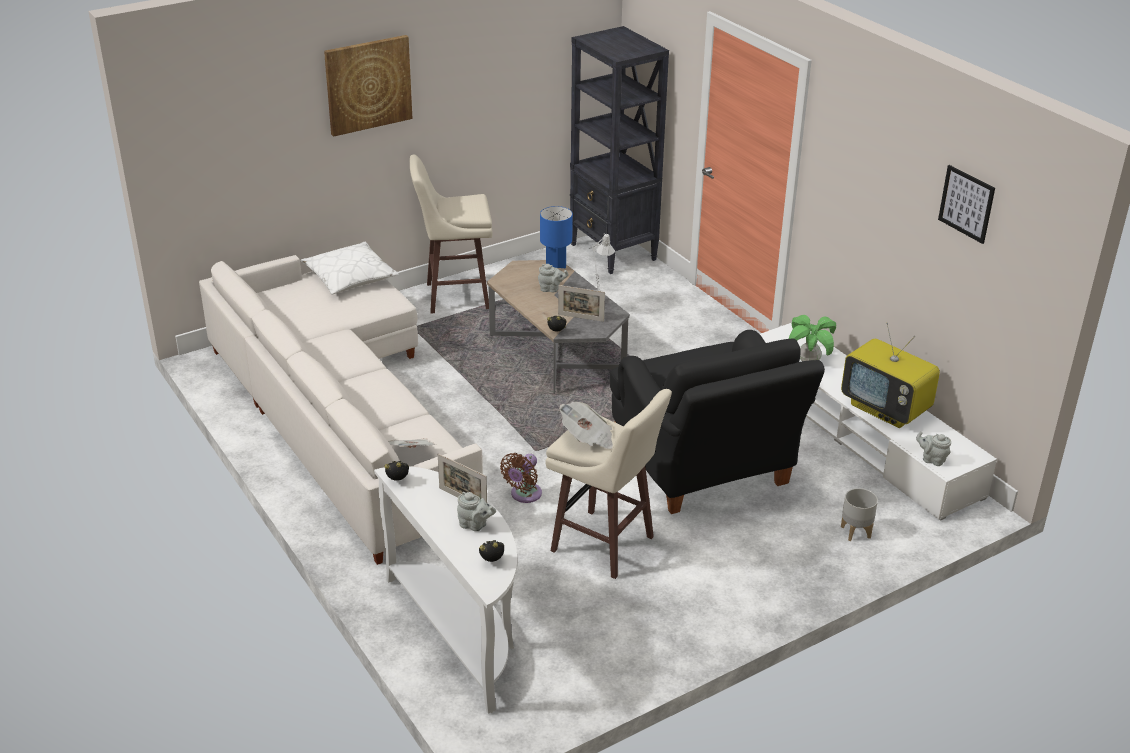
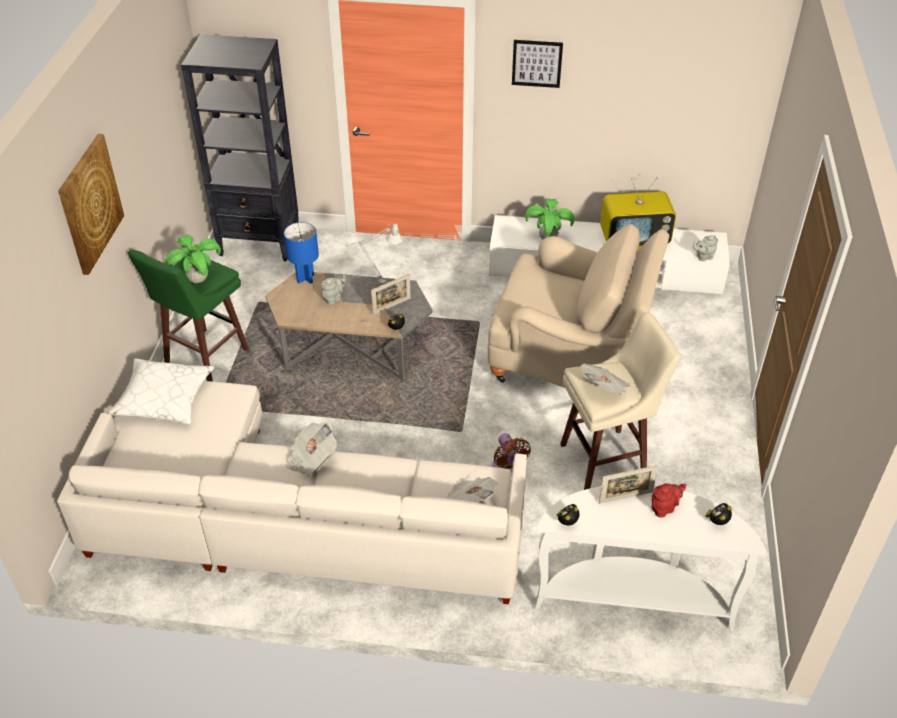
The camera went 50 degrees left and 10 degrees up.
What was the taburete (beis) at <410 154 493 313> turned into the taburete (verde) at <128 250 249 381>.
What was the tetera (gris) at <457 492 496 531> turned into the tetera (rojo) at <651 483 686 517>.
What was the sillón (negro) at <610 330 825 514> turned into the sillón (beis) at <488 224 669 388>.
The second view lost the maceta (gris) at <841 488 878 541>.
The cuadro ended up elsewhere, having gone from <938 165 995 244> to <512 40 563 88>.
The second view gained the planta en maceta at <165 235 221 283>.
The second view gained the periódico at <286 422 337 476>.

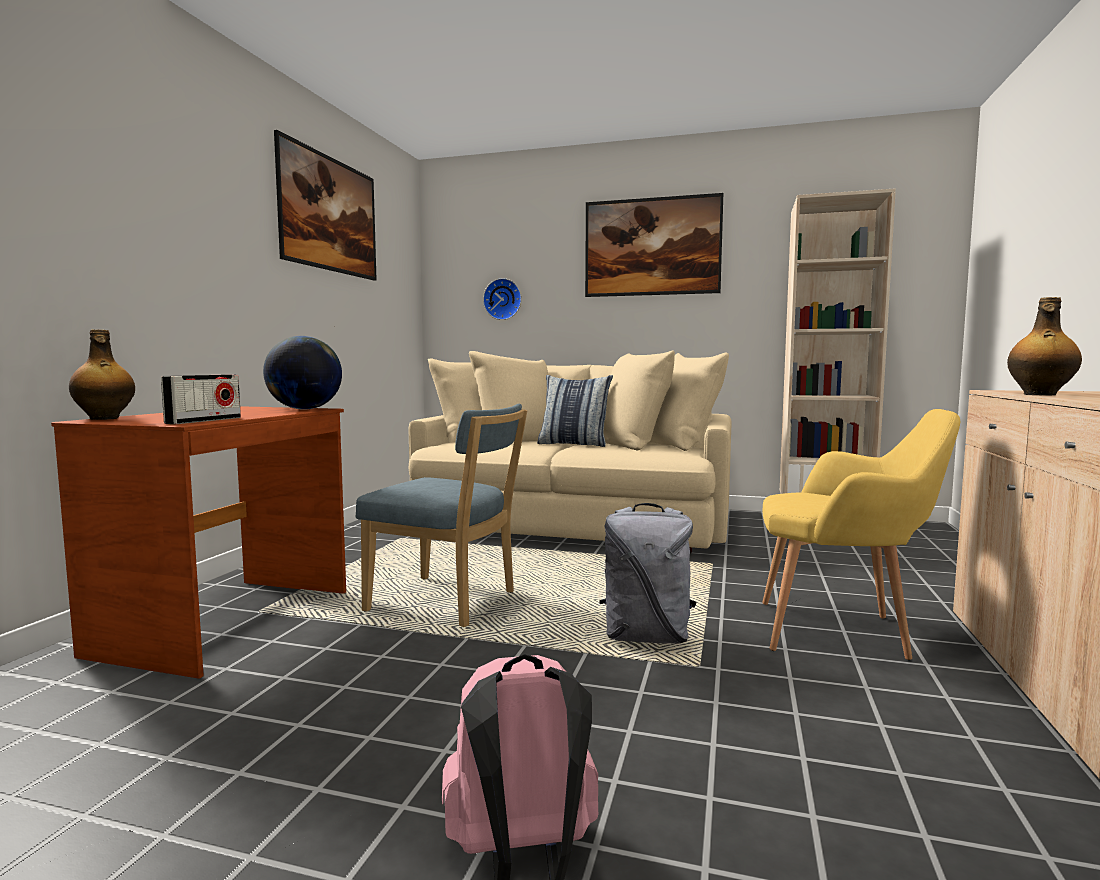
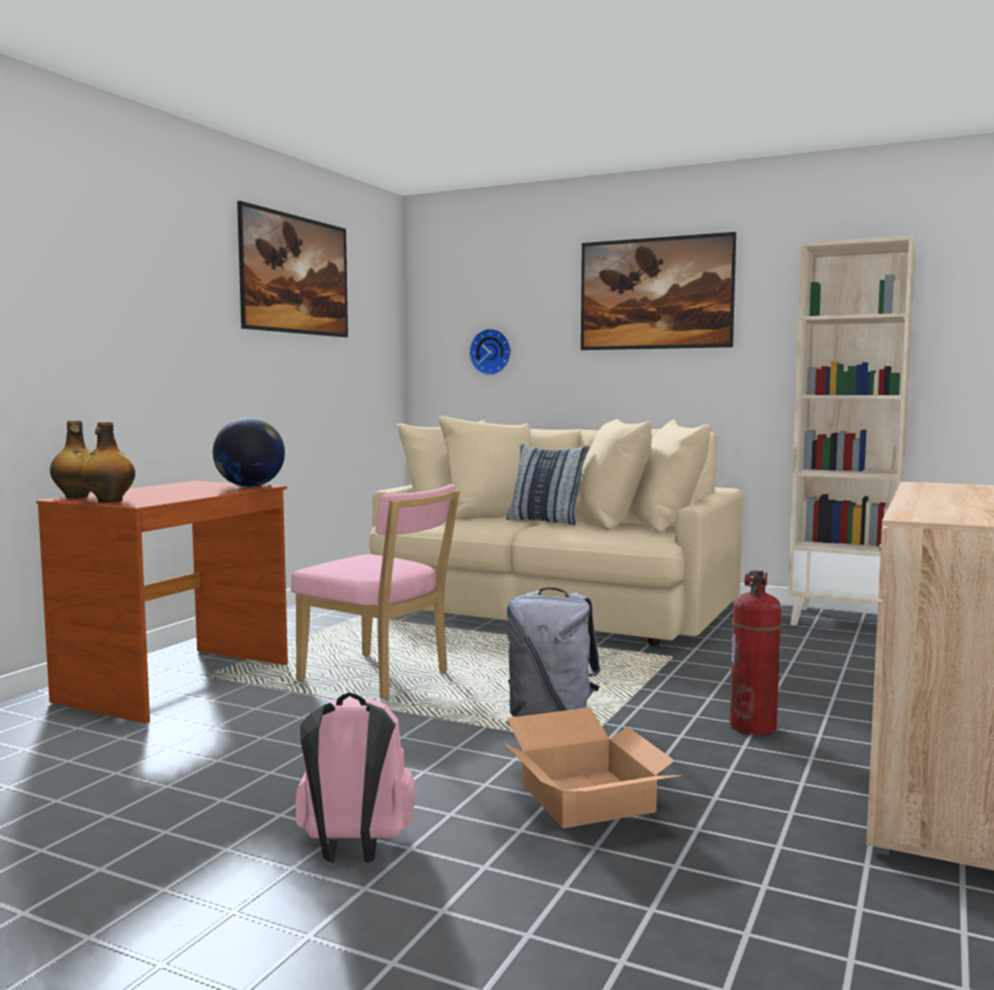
The camera went 10 degrees right and 0 degrees up.
The second view lost the radio at <161 375 241 425>.
What was the silla (azul) at <356 404 527 627> turned into the silla (rosa) at <291 484 460 699>.
Where the sillón (amarillo) stood at <762 409 960 660>, the extintor came to stand at <730 570 781 735>.
The botella ended up elsewhere, having gone from <1007 297 1082 395> to <81 422 135 502>.
The second view gained the caja de cartón at <504 707 683 829>.

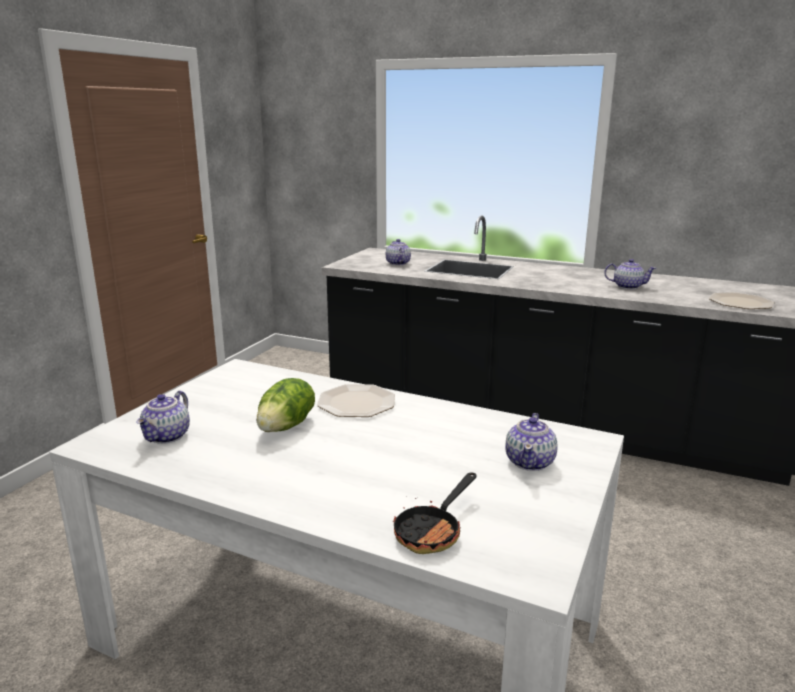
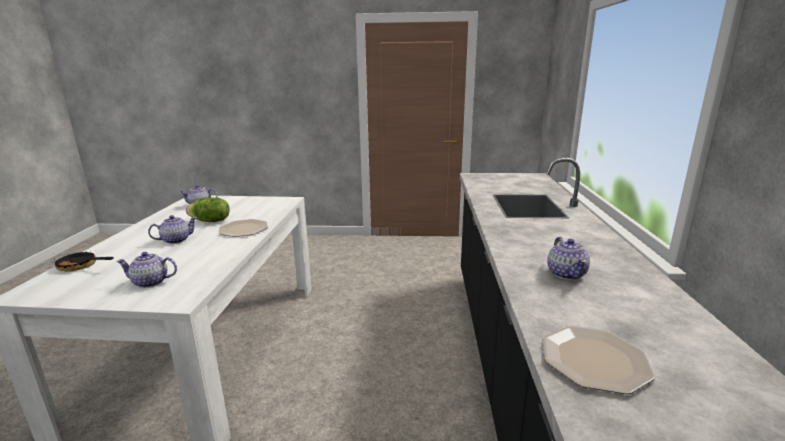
The camera went 70 degrees right and 0 degrees up.
The tetera ended up elsewhere, having gone from <386 239 411 265> to <148 215 197 244>.

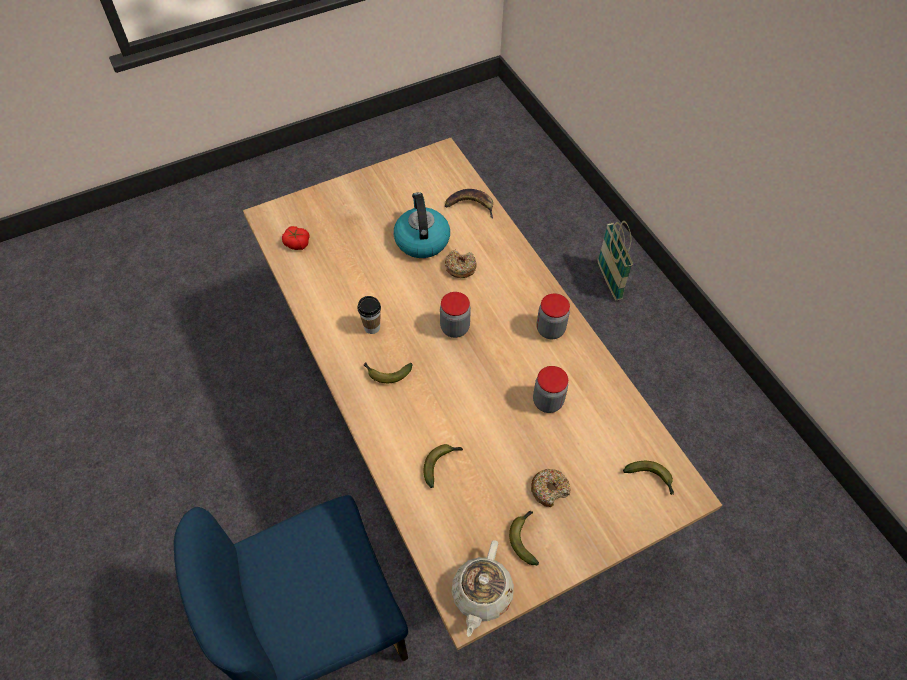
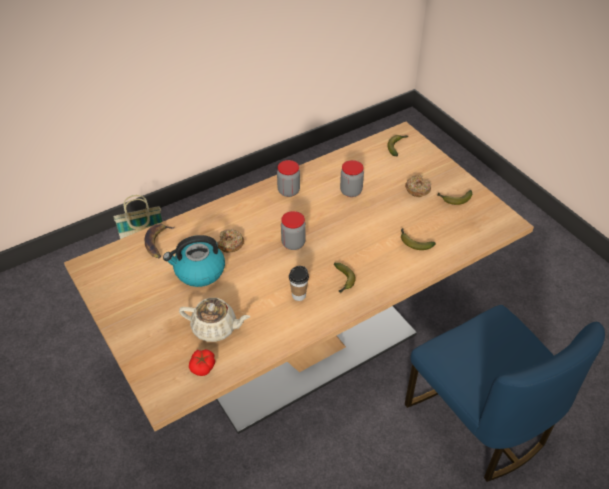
The camera went 95 degrees left and 10 degrees down.
The tetera (beis) ended up elsewhere, having gone from <451 540 514 637> to <179 298 250 342>.

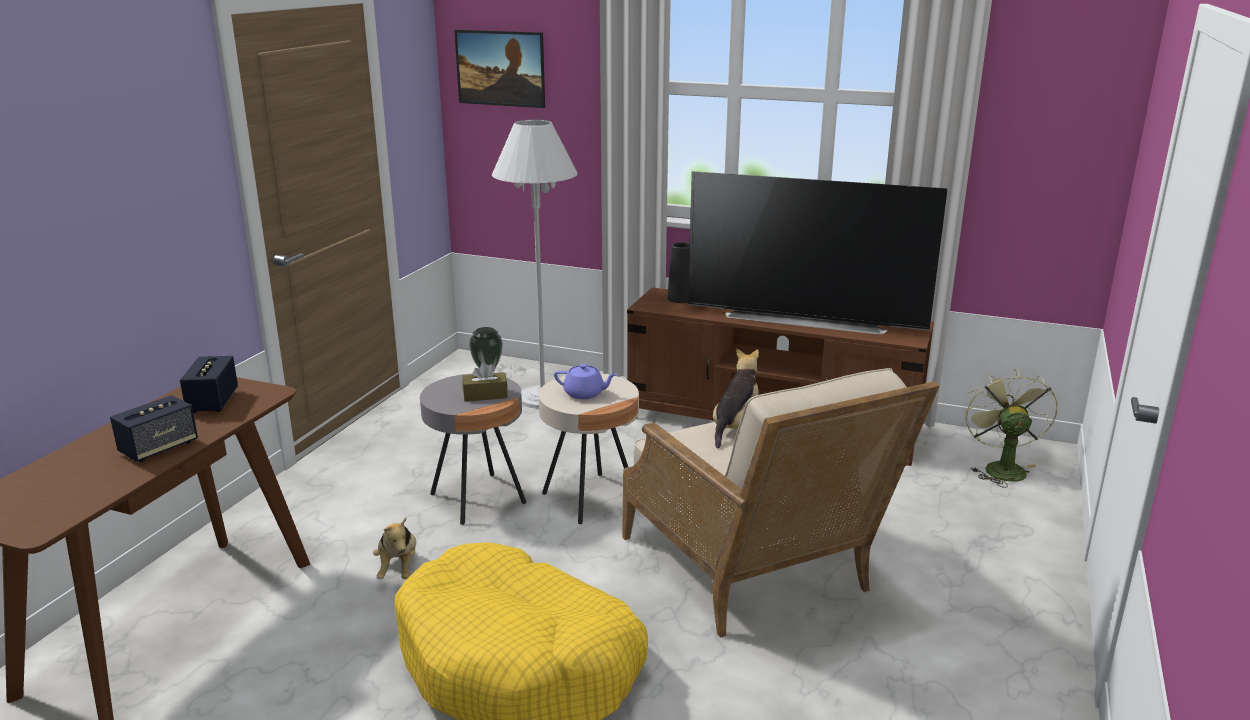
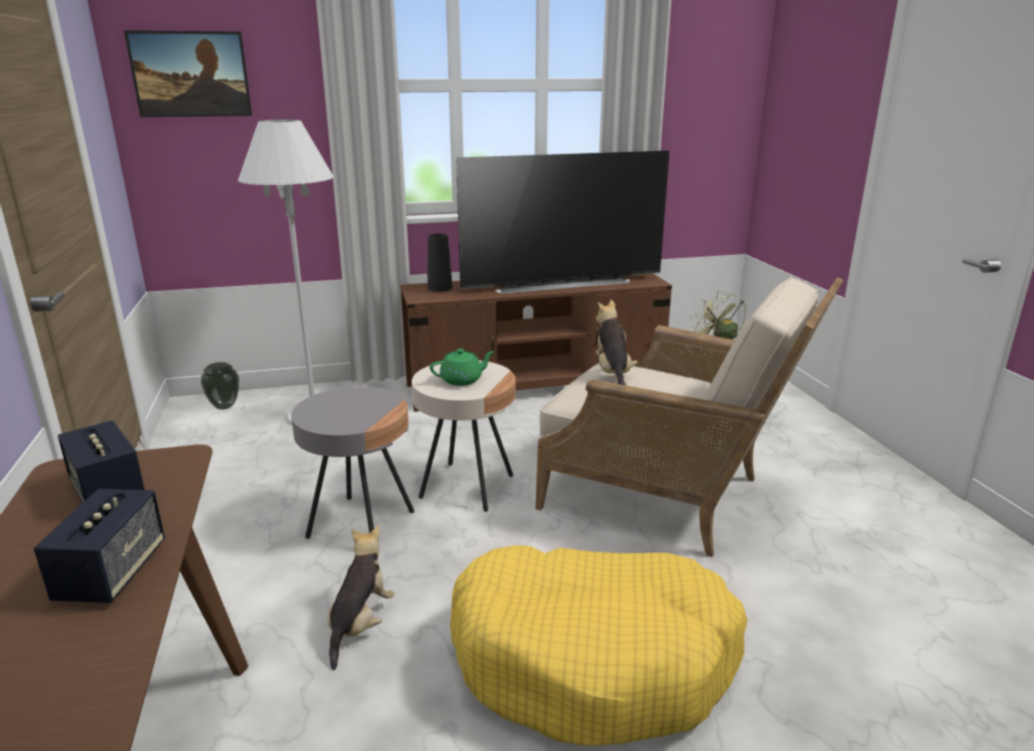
The camera went 35 degrees left and 0 degrees up.
The peluche at <373 517 416 579> ended up facing another way, 120 degrees counterclockwise from before.
The second view lost the caja de pañuelos (marrón) at <462 362 508 402>.
What was the tetera (morado) at <554 364 617 399> turned into the tetera (verde) at <430 349 495 386>.

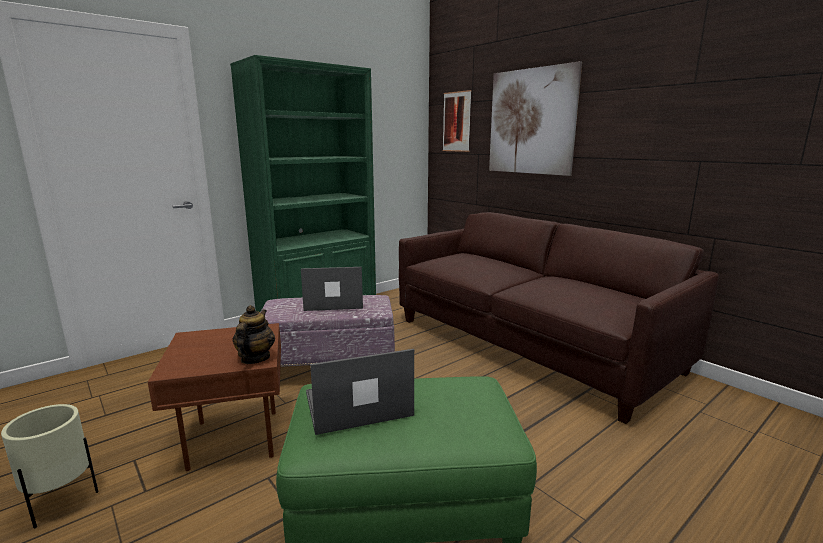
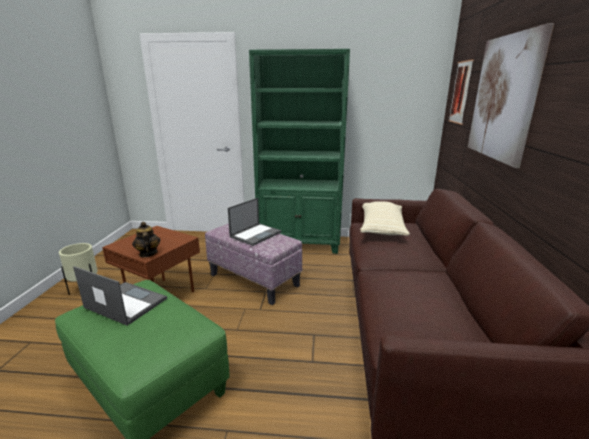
The camera went 45 degrees right and 5 degrees up.
The tetera at <233 305 275 364> ended up facing another way, 75 degrees counterclockwise from before.
The portátil at <301 267 363 311> ended up facing another way, 90 degrees clockwise from before.
The second view gained the cojín (beis) at <360 201 410 236>.

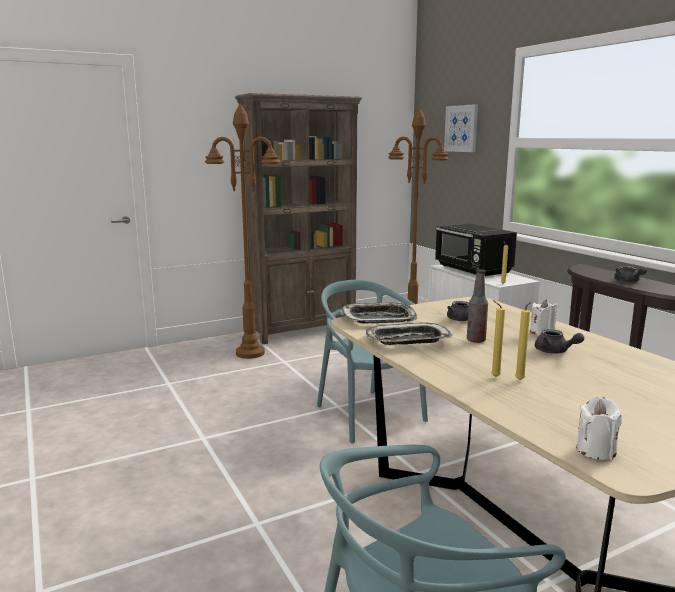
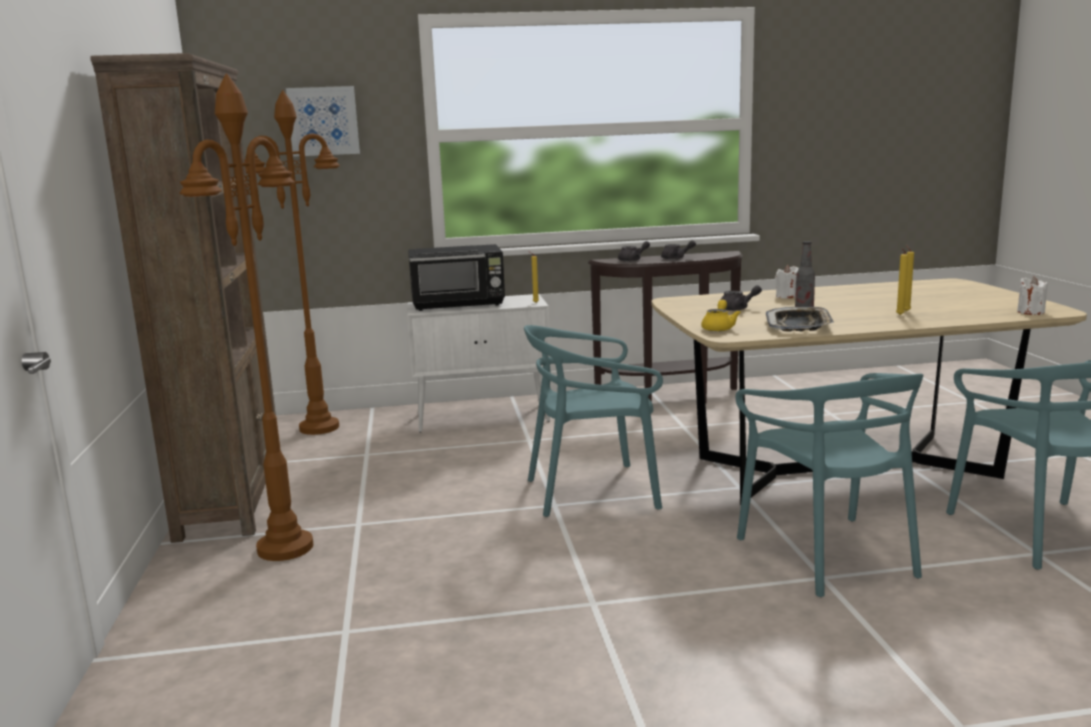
The camera went 70 degrees left and 0 degrees up.
Where the bandeja stood at <340 302 417 324>, the tetera (amarillo) came to stand at <701 300 741 332>.
The tetera (gris) ended up elsewhere, having gone from <535 329 584 354> to <618 241 650 262>.
The second view gained the silla (turquesa) at <736 373 923 597>.

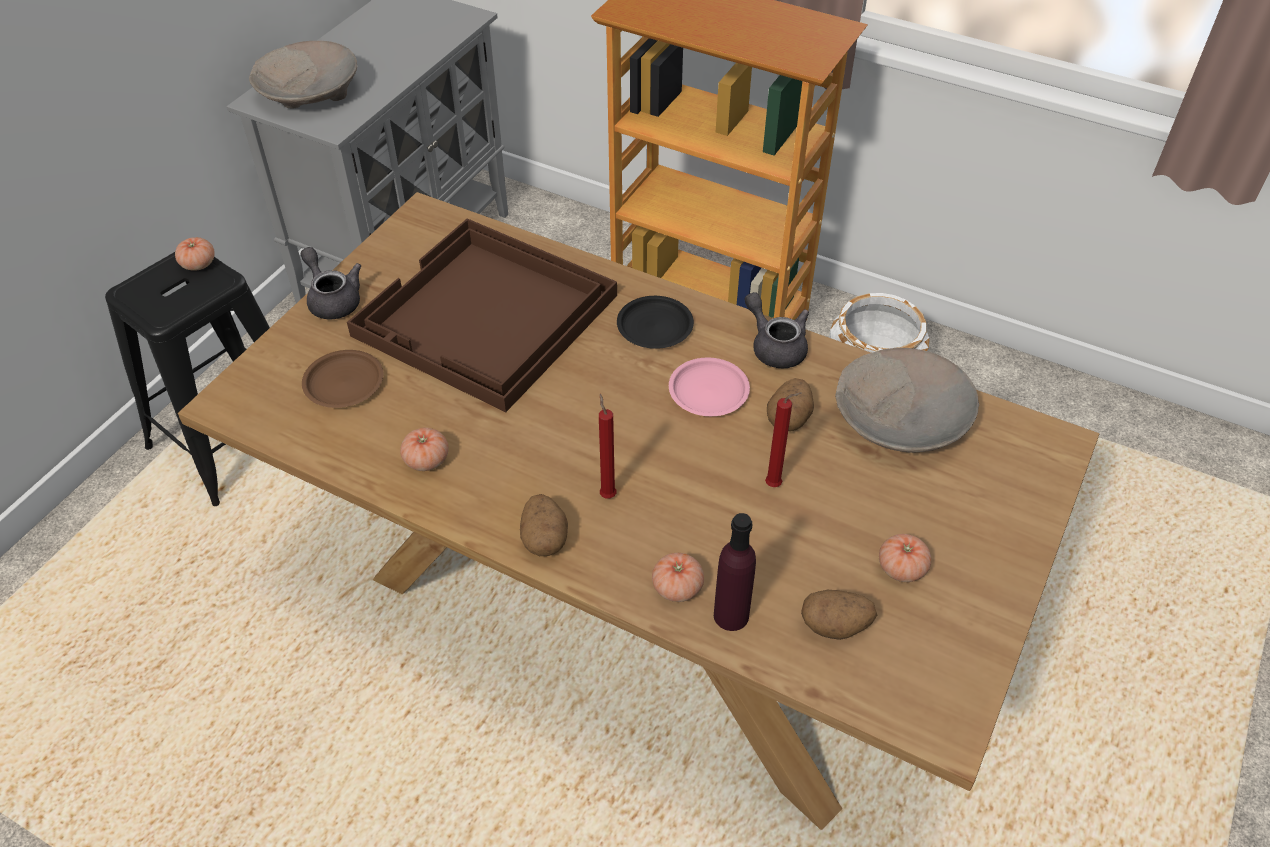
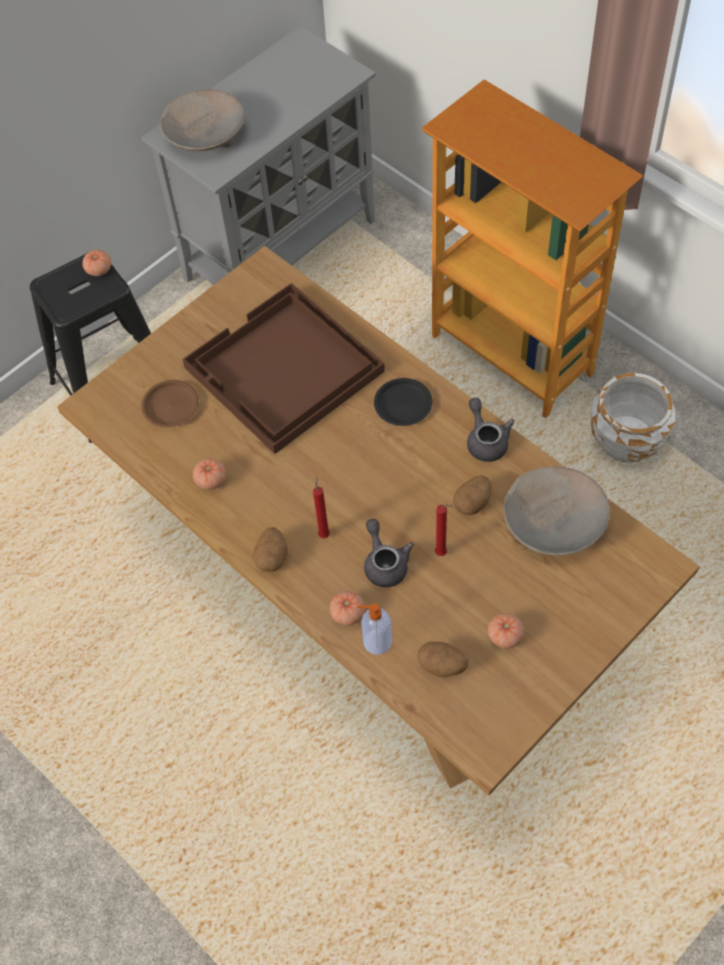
The camera went 20 degrees right and 10 degrees up.
The tetera (gris) ended up elsewhere, having gone from <301 247 361 319> to <364 519 414 587>.
The second view lost the plato (rosa) at <669 357 750 416>.
Where the botella (morado) stood at <714 513 756 631>, the dispensador de jabón came to stand at <357 603 392 655>.

